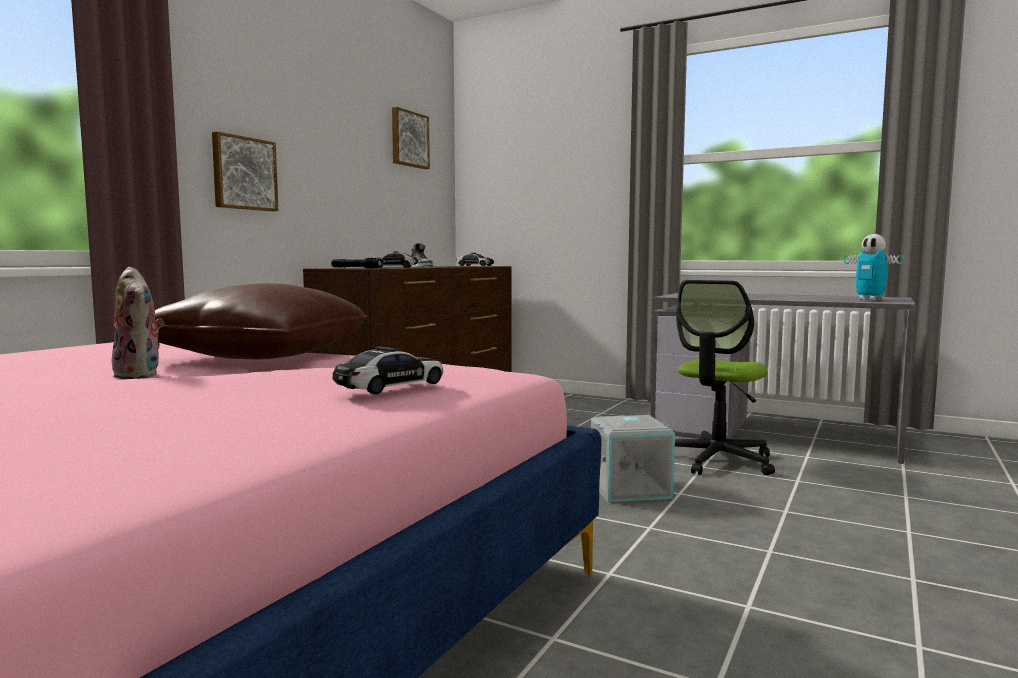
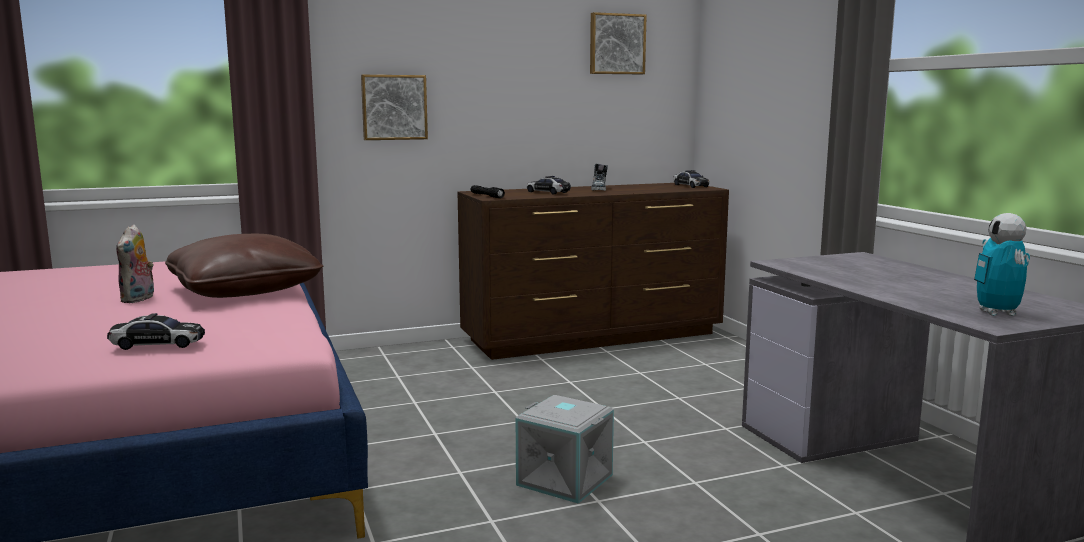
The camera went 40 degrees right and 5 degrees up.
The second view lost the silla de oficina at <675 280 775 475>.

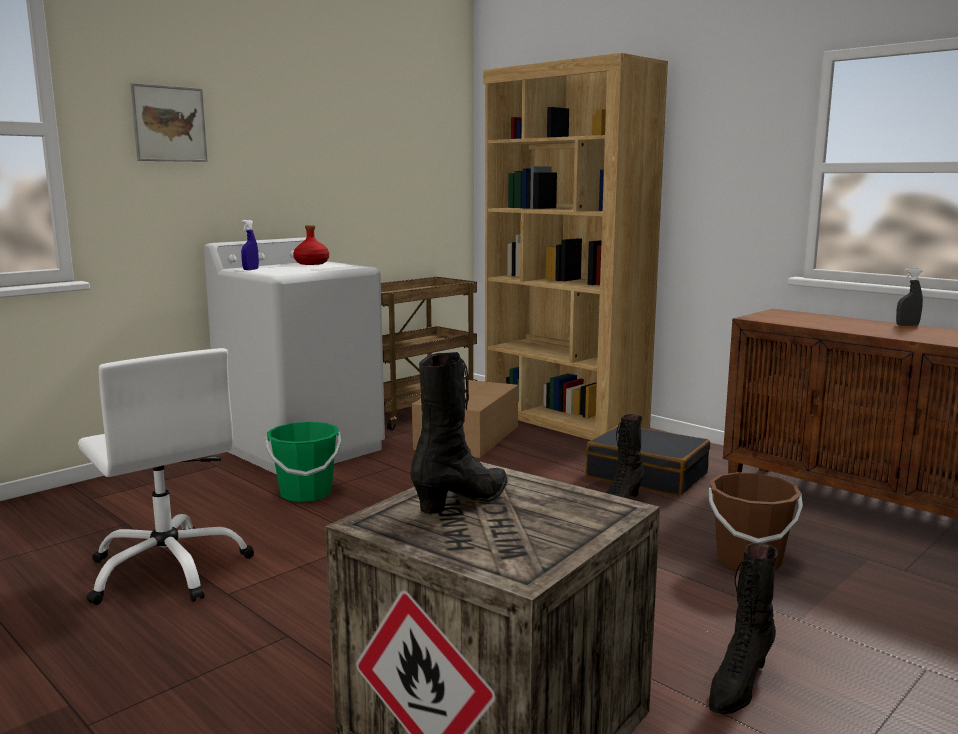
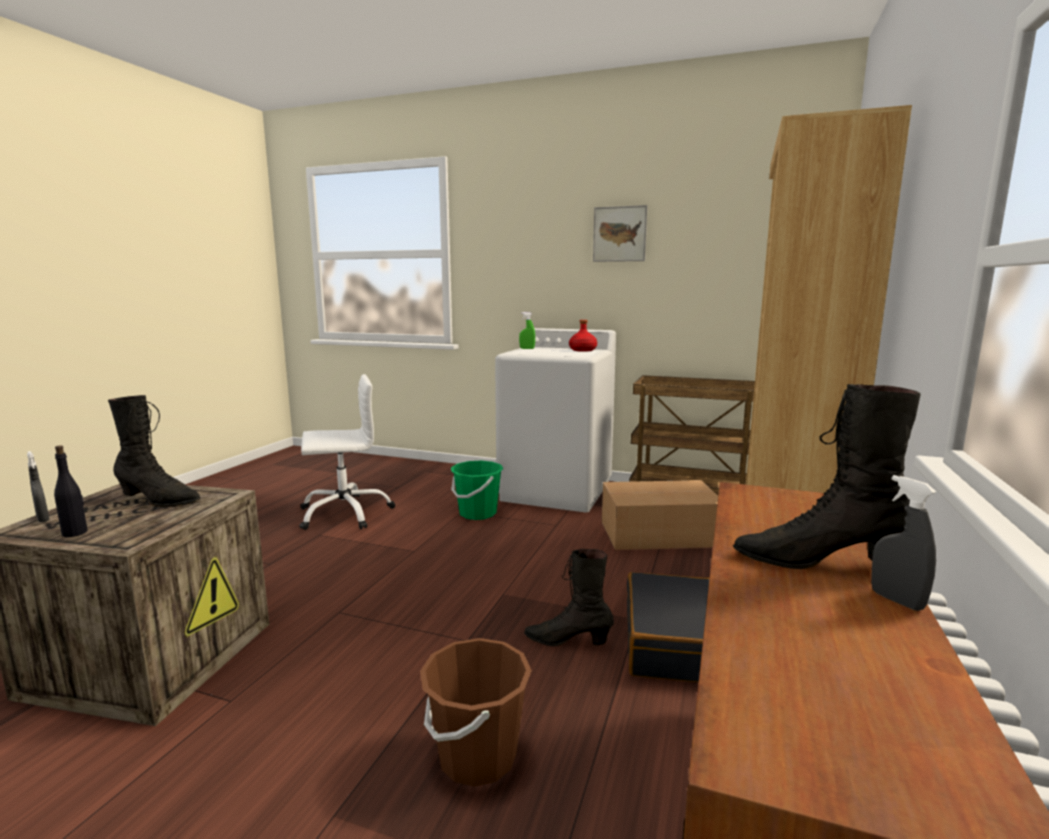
The camera went 65 degrees right and 0 degrees up.
The silla de oficina (blanco) at <78 348 254 605> ended up facing another way, 135 degrees counterclockwise from before.
The cuadro ended up elsewhere, having gone from <130 83 208 162> to <593 205 648 262>.
What was the pulverizador (azul) at <241 220 259 270> turned into the pulverizador (verde) at <519 312 535 349>.
The bota (negro) ended up elsewhere, having gone from <709 543 777 714> to <733 384 921 569>.
The second view gained the pulverizador (gris) at <27 451 49 522>.
The second view gained the botella (negro) at <54 445 88 537>.

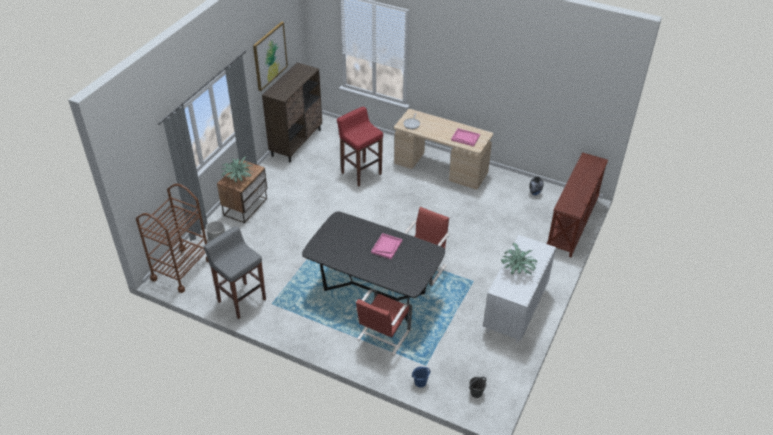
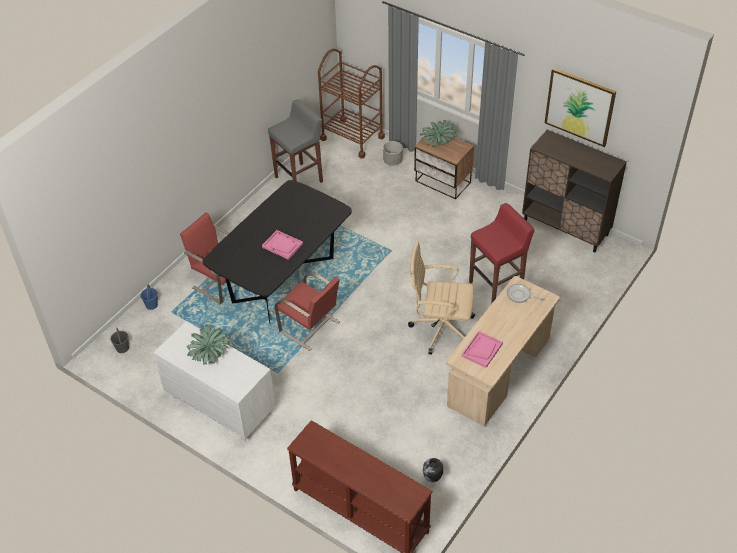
The camera went 100 degrees right and 5 degrees up.
The second view gained the silla de oficina (beis) at <408 241 475 354>.

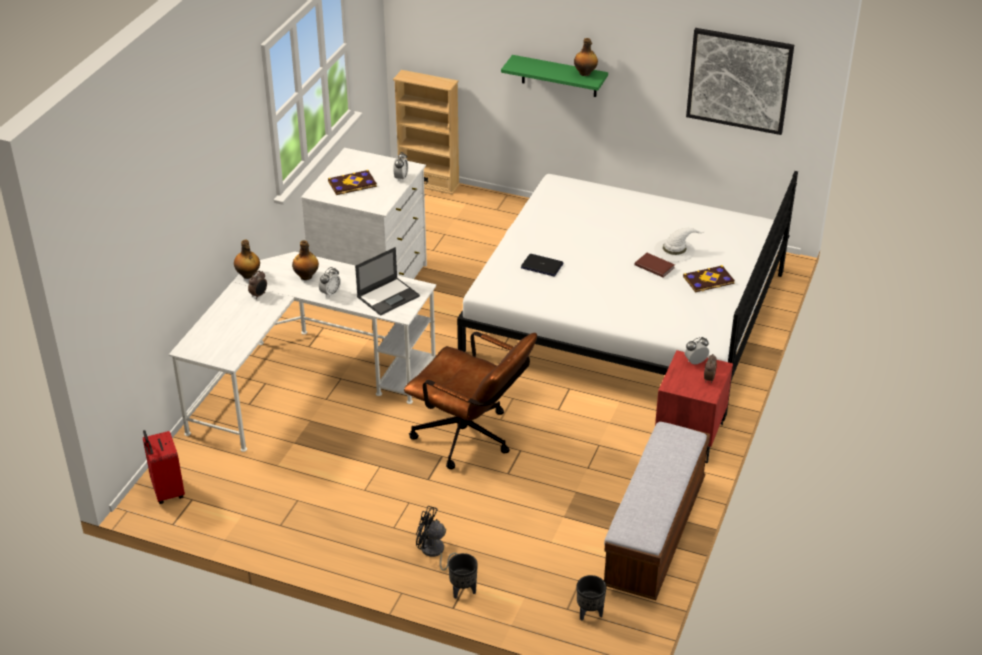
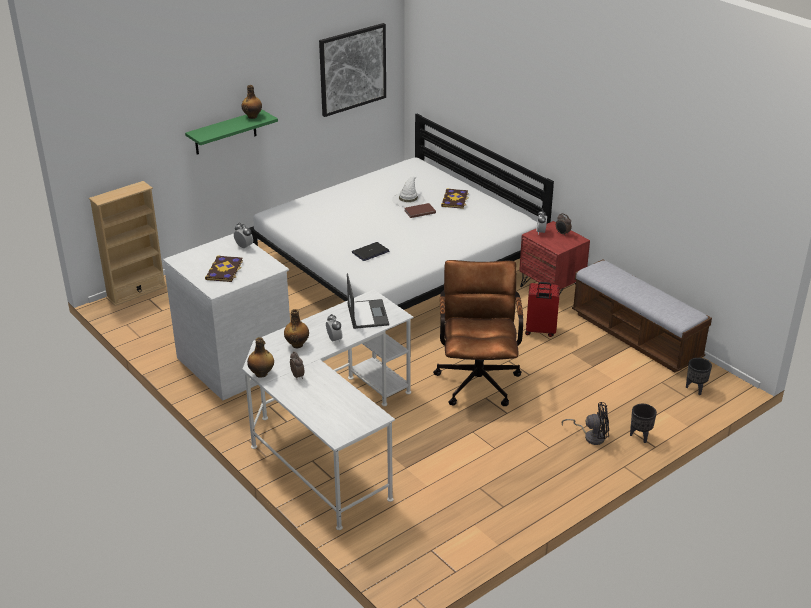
The camera went 60 degrees left and 5 degrees down.
The maleta (rojo) ended up elsewhere, having gone from <143 430 185 504> to <525 282 560 337>.
The silla de oficina (marrón) at <404 332 537 469> ended up facing another way, 60 degrees counterclockwise from before.
The ventilador (negro) at <416 506 458 571> ended up facing another way, 135 degrees counterclockwise from before.

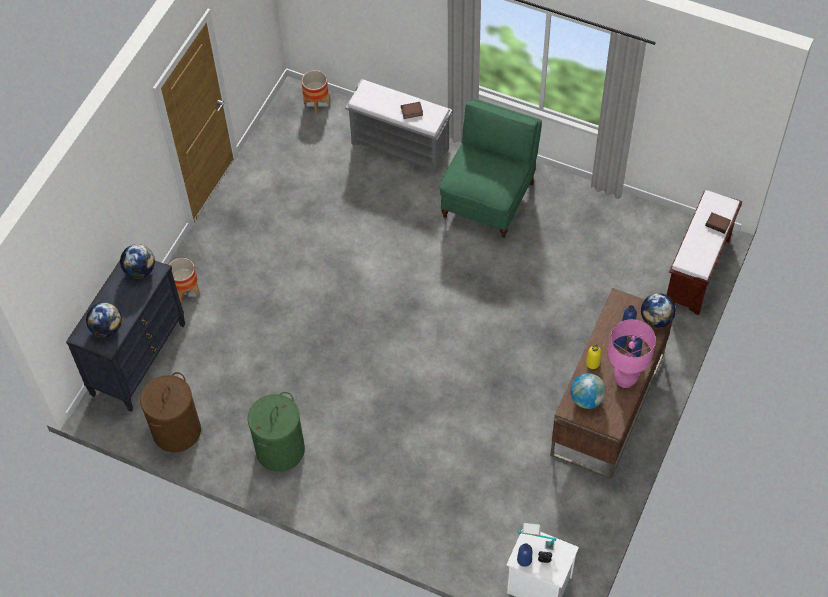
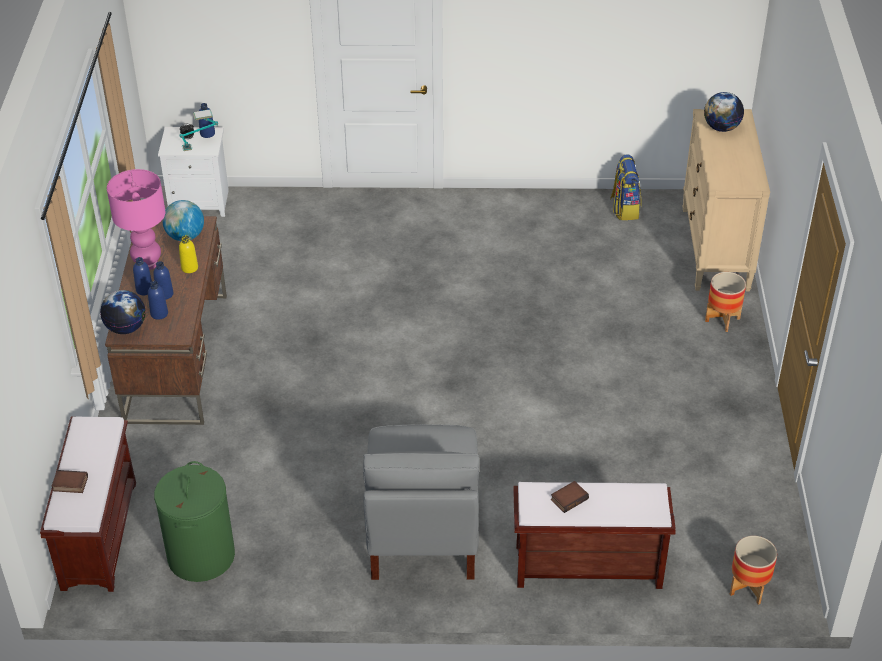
The camera went 155 degrees right and 15 degrees down.
What was the cómoda (negro) at <66 260 185 412> turned into the cómoda (beis) at <682 109 770 291>.
The second view lost the globo terráqueo at <120 244 155 278>.
Where the cesto de la ropa (marrón) stood at <140 372 201 452>, the mochila came to stand at <610 154 642 220>.
The cesto de la ropa (verde) ended up elsewhere, having gone from <248 392 305 472> to <154 461 235 582>.
What was the banco (gris) at <345 79 453 173> turned into the banco (marrón) at <513 482 676 589>.
What was the silla (verde) at <440 99 542 239> turned into the silla (gris) at <363 424 479 580>.

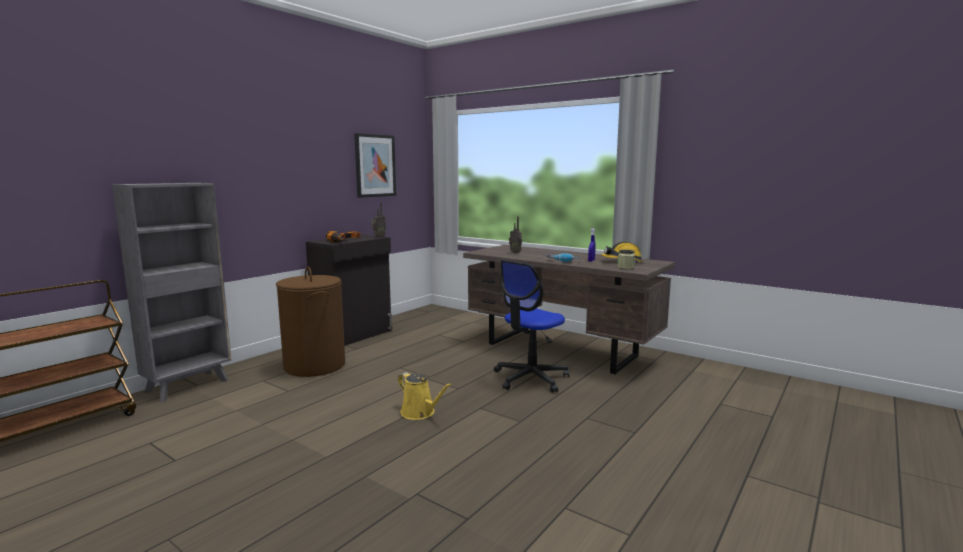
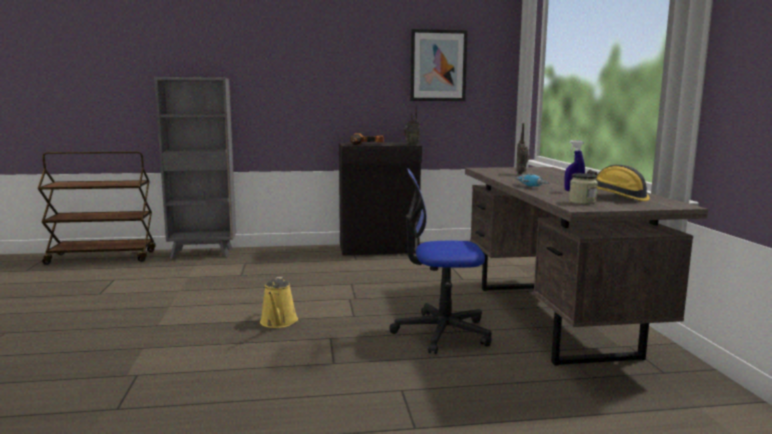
The camera went 45 degrees right and 0 degrees up.
The second view lost the cesto de la ropa (marrón) at <276 267 345 377>.

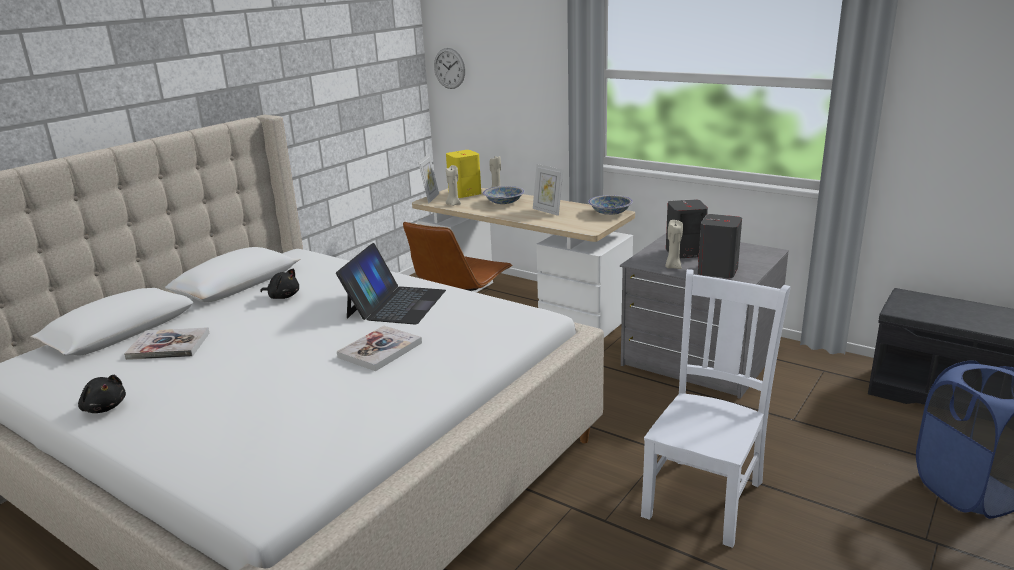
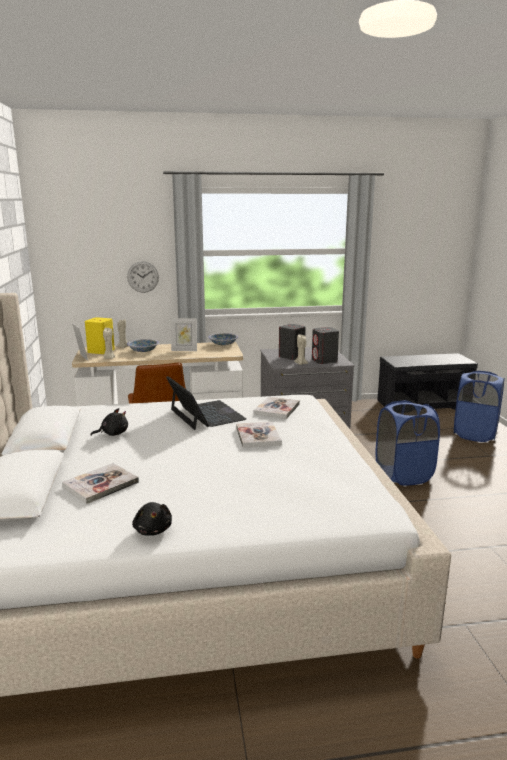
The camera went 45 degrees left and 5 degrees down.
The peluche (negro) at <78 375 126 413> ended up facing another way, 75 degrees clockwise from before.
The reloj de pared ended up elsewhere, having gone from <434 48 465 89> to <127 261 159 293>.
Where the silla (blanco) stood at <641 269 791 548>, the cesto de la ropa (azul) came to stand at <375 400 440 486>.
The second view gained the libro at <254 396 300 419>.

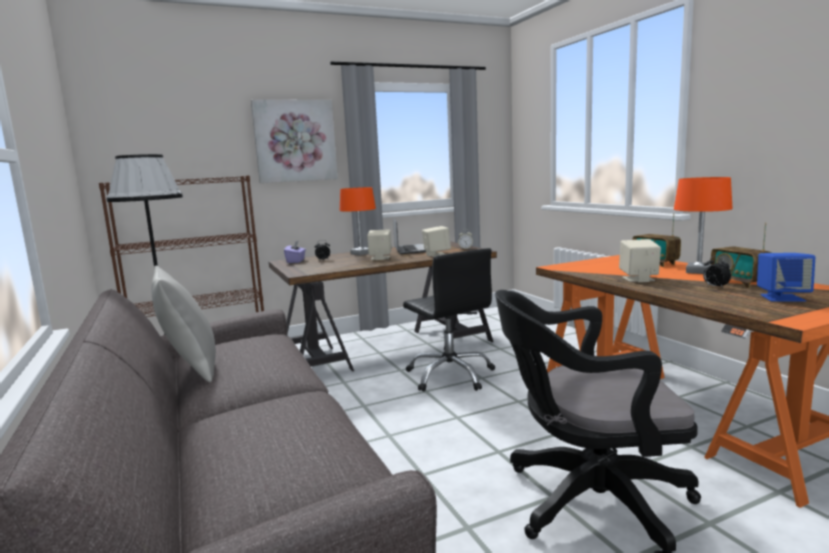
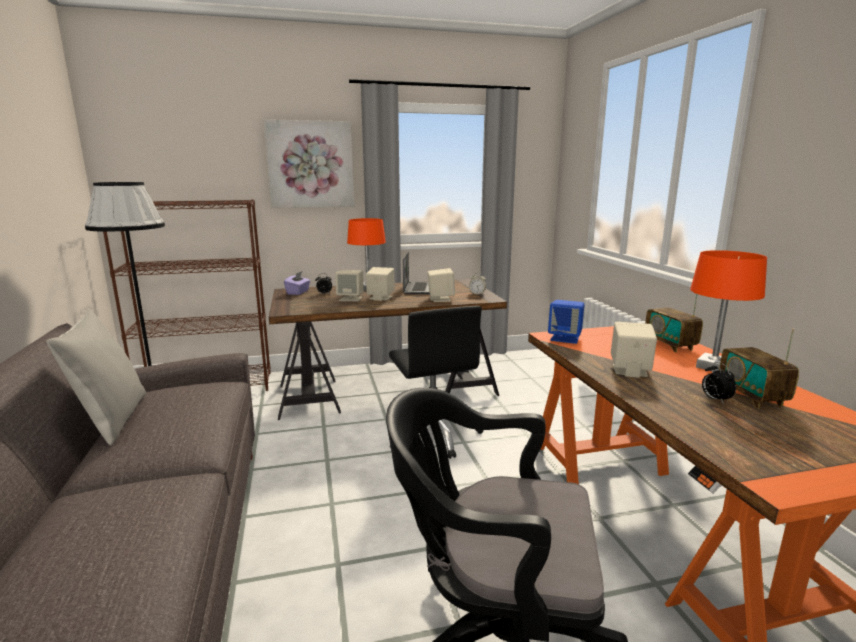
The camera went 10 degrees right and 5 degrees up.
The altavoz (azul) ended up elsewhere, having gone from <757 253 815 302> to <548 300 585 344>.
The second view gained the altavoz (beis) at <335 270 364 301>.

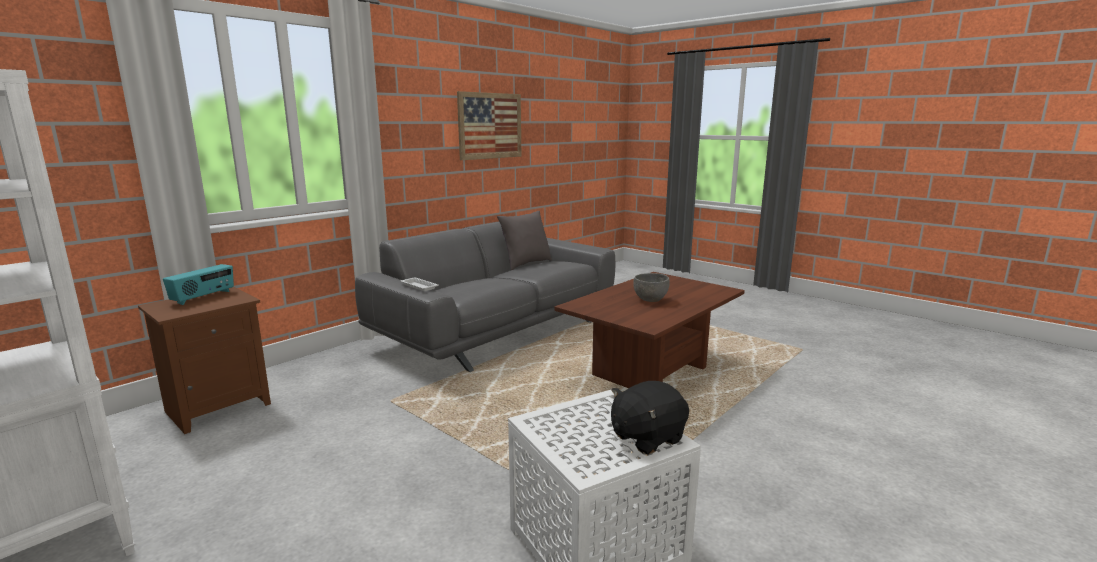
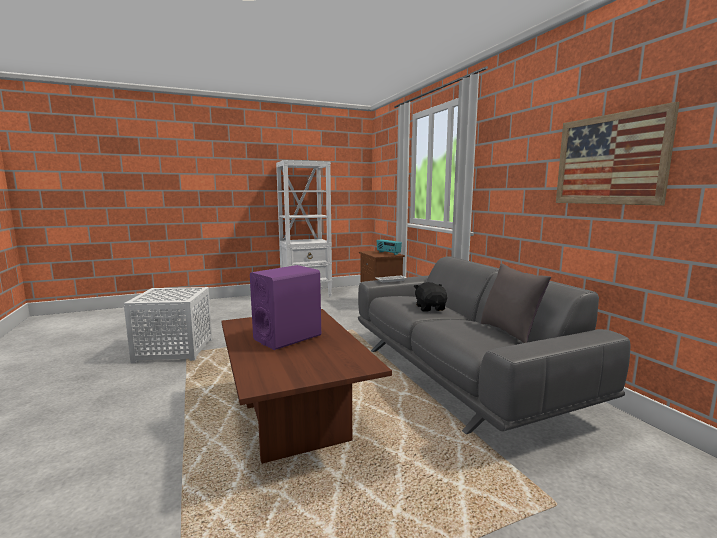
The camera went 115 degrees right and 5 degrees down.
The peluche (negro) ended up elsewhere, having gone from <611 381 689 455> to <414 282 447 312>.
Where the cuenco (gris) stood at <633 273 670 302>, the altavoz (morado) came to stand at <250 265 321 350>.

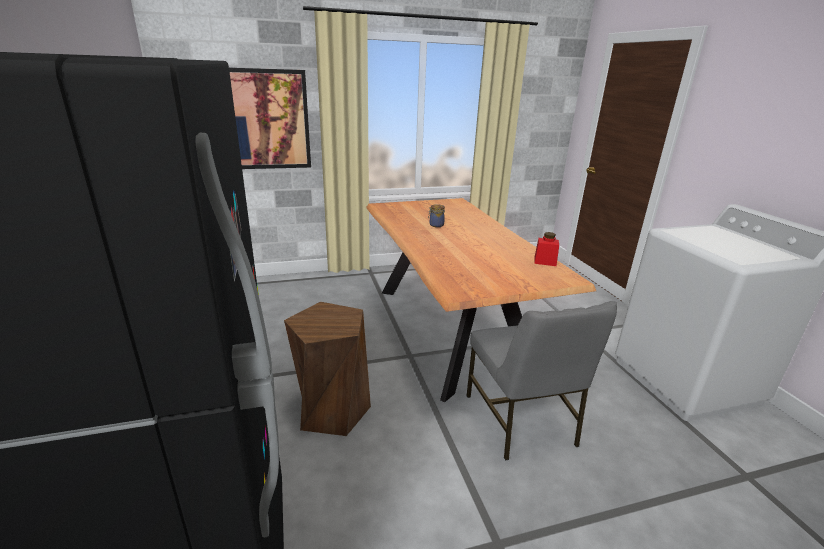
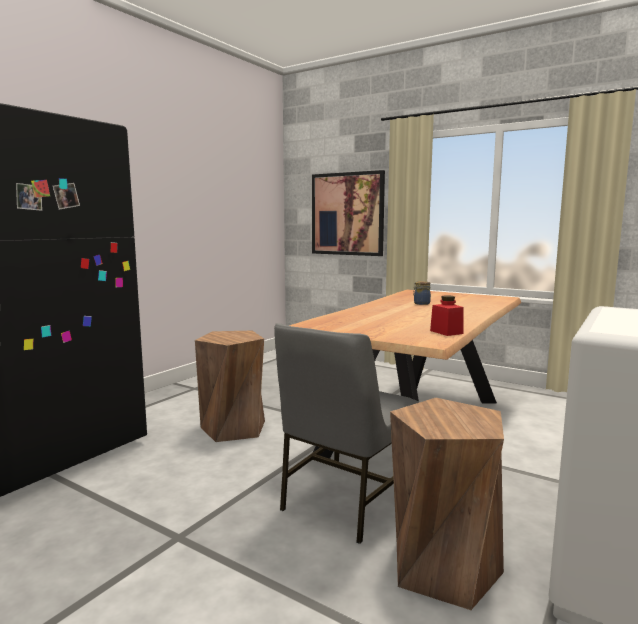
The camera went 50 degrees right and 15 degrees down.
The second view gained the taburete (marrón) at <390 398 504 610>.

